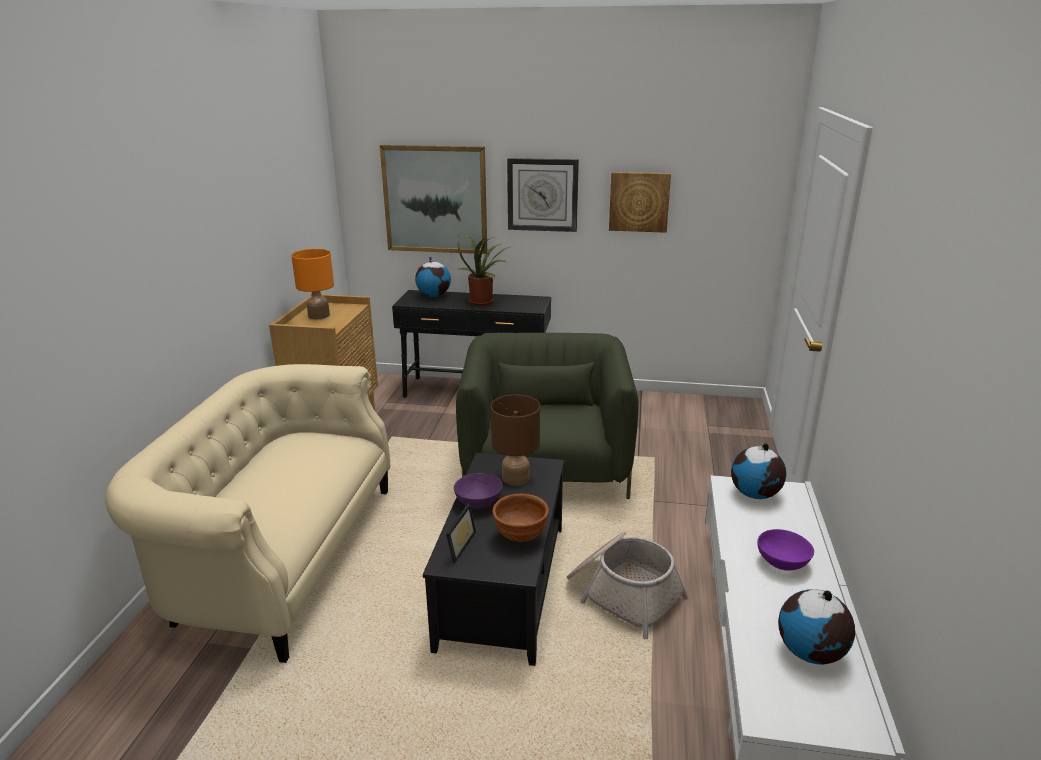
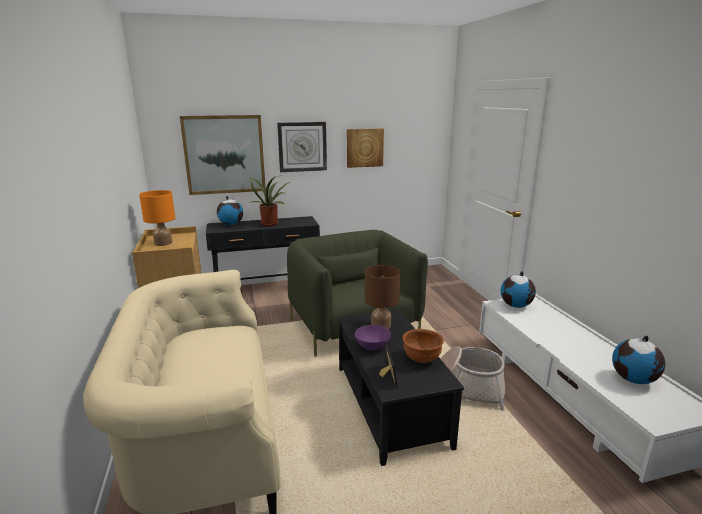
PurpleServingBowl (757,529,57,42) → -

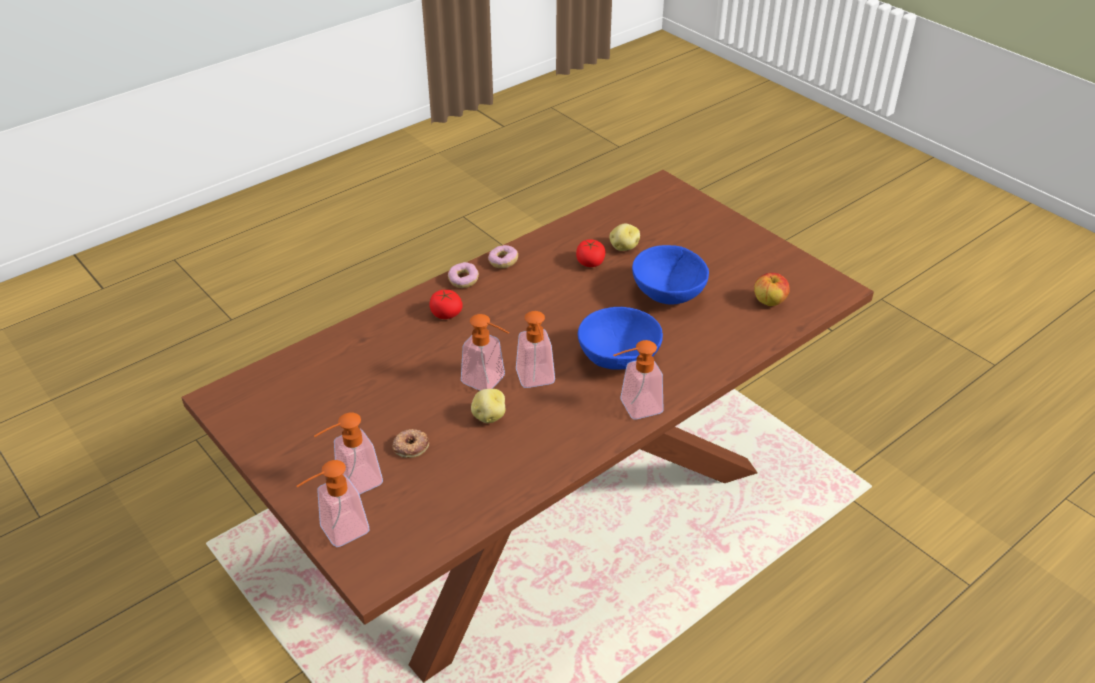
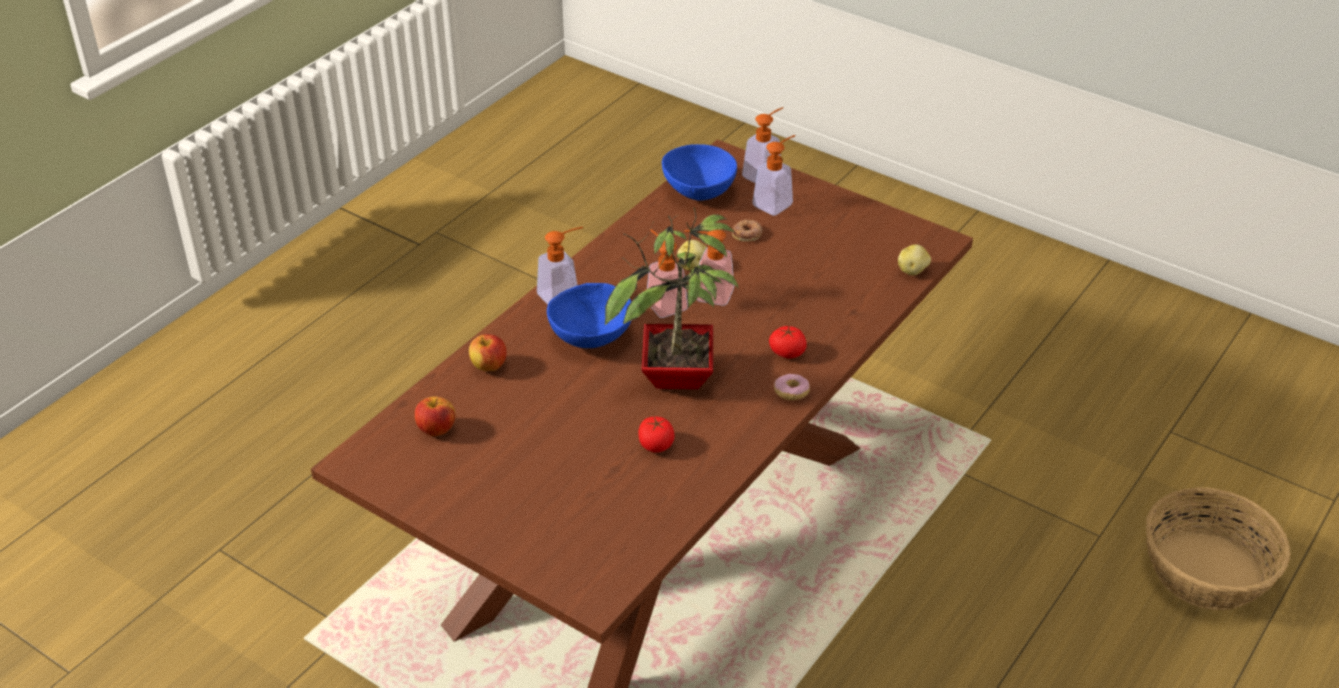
RingDoughnut (488,245,30,23) → -
- → AppleFruit (469,334,37,37)
- → Houseplant (605,207,133,182)
- → HouseholdBasket (1146,487,145,123)
Spud (609,224,31,27) → Spud (898,244,33,32), relocated
BluishServingBowl (632,245,77,59) → BluishServingBowl (662,144,75,57), relocated

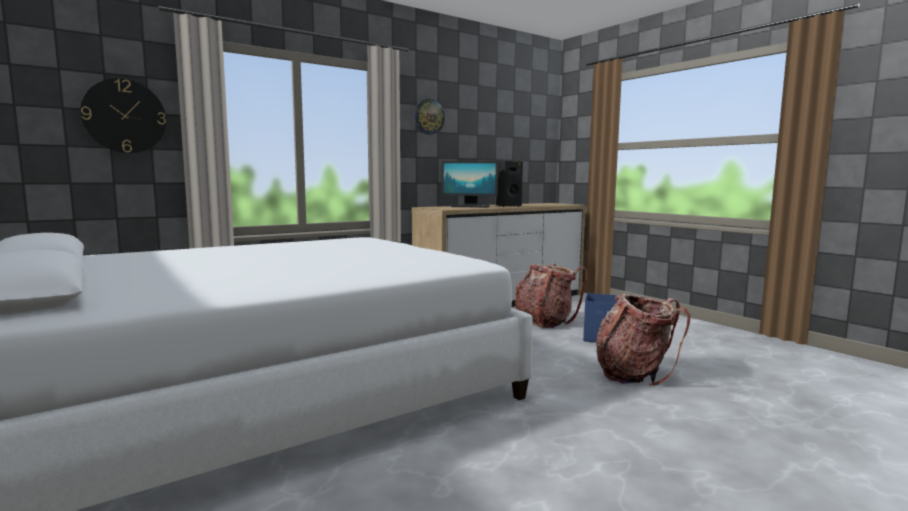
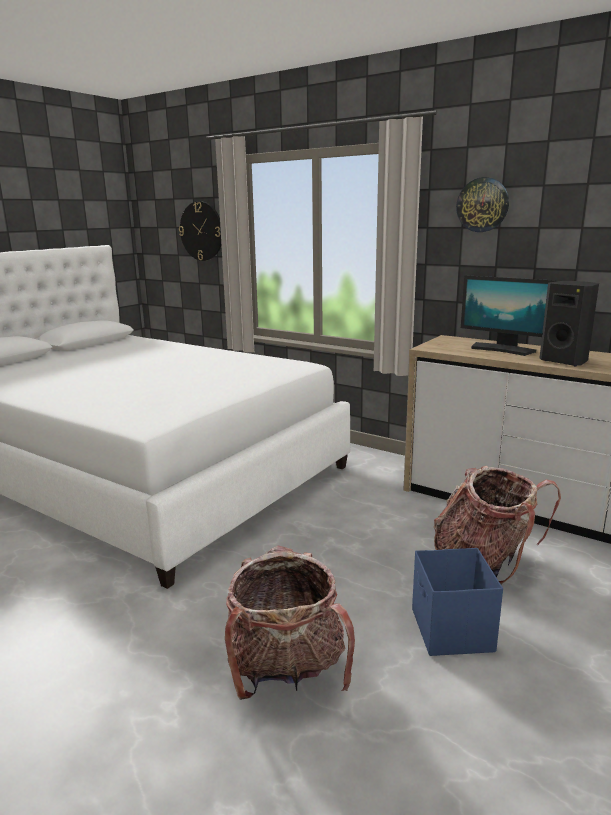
Monitor (441,161,57,47) → Monitor (461,275,96,81), 45 degrees counterclockwise

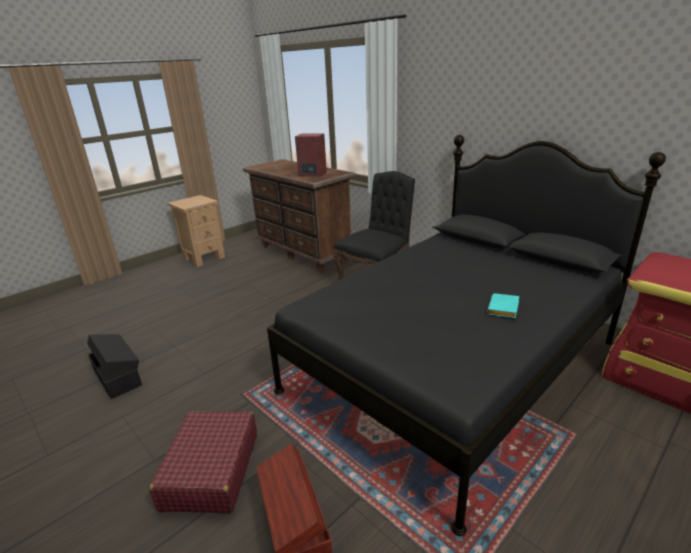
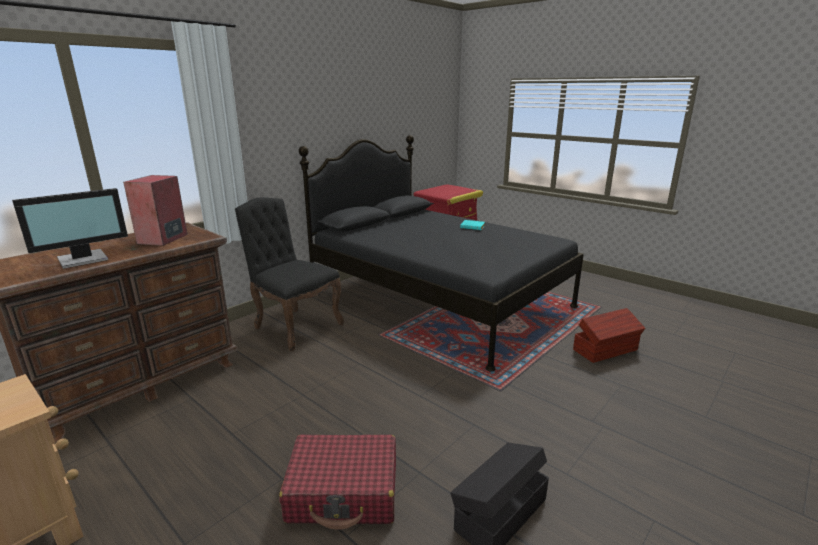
- → Monitor (12,188,116,81)
RedColouredPieceOfLuggage (149,411,108,102) → RedColouredPieceOfLuggage (279,434,117,95), relocated

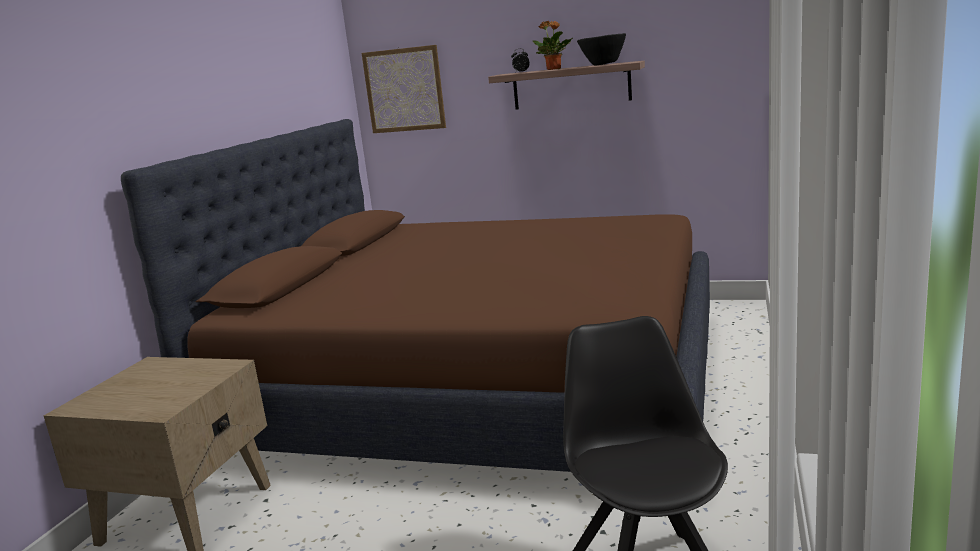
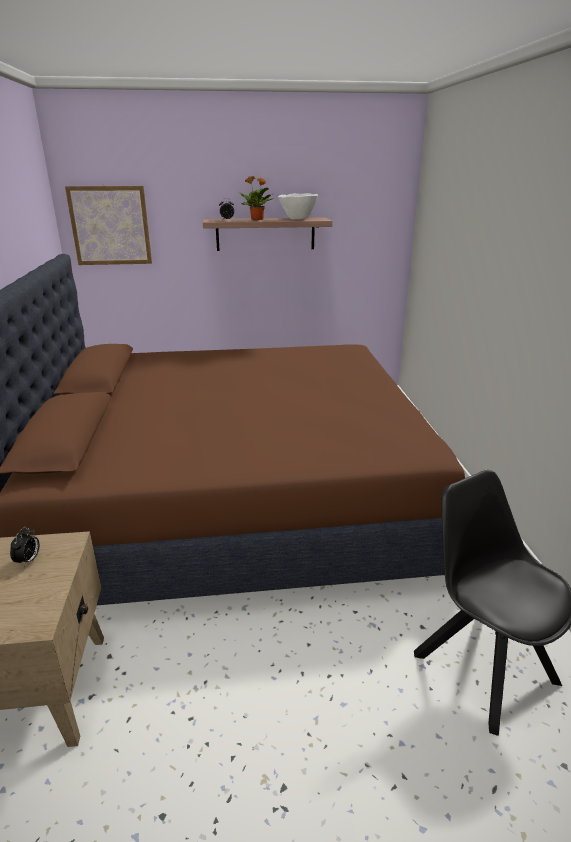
- → BedsideClock (10,527,29,40)
BlackColouredServingBowl (577,33,49,33) → WhitishServingBowl (278,193,40,27)

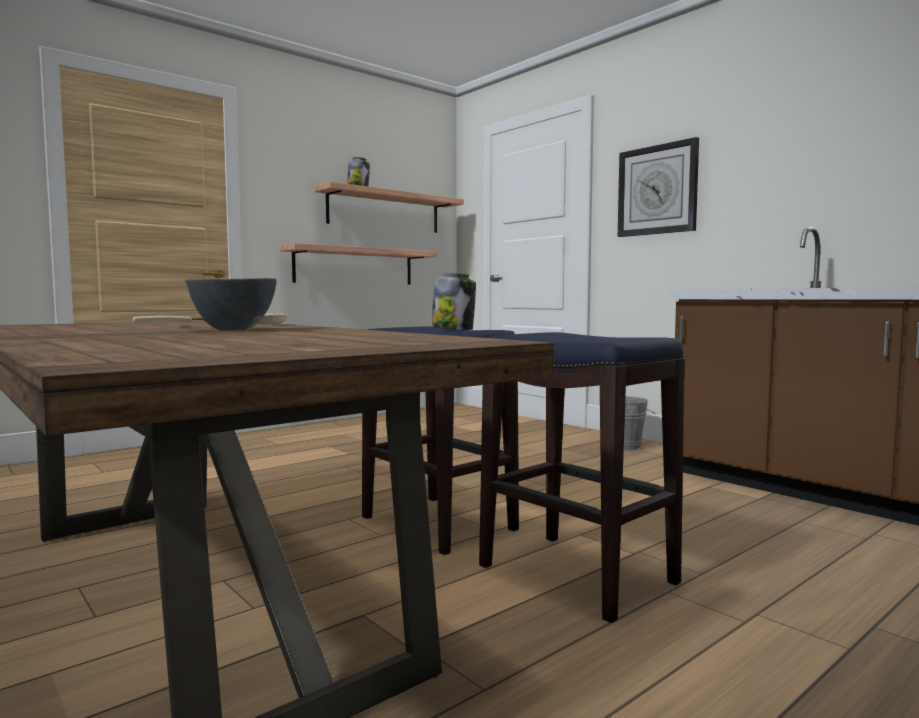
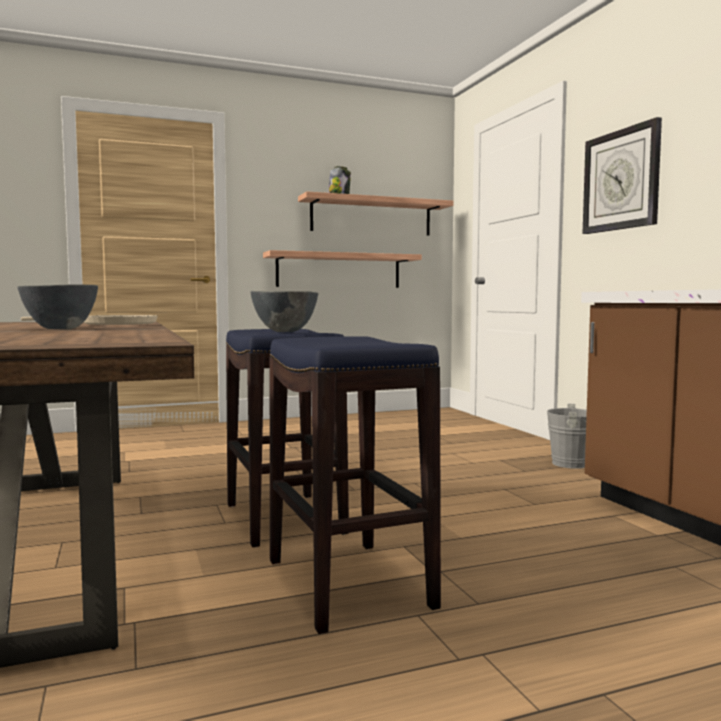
StorageJar (431,273,45,57) → GrayServingBowl (250,291,69,41)

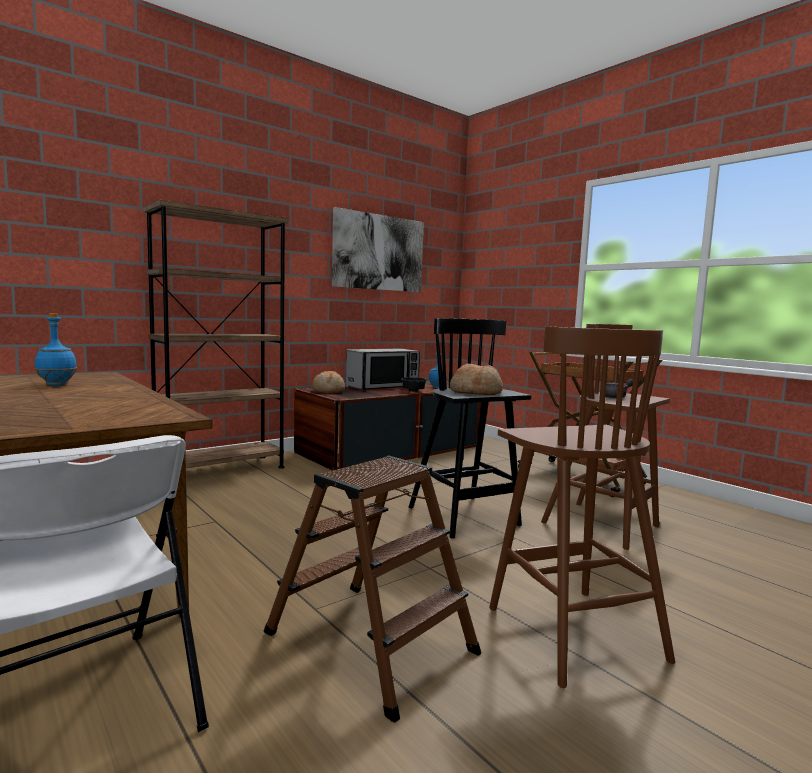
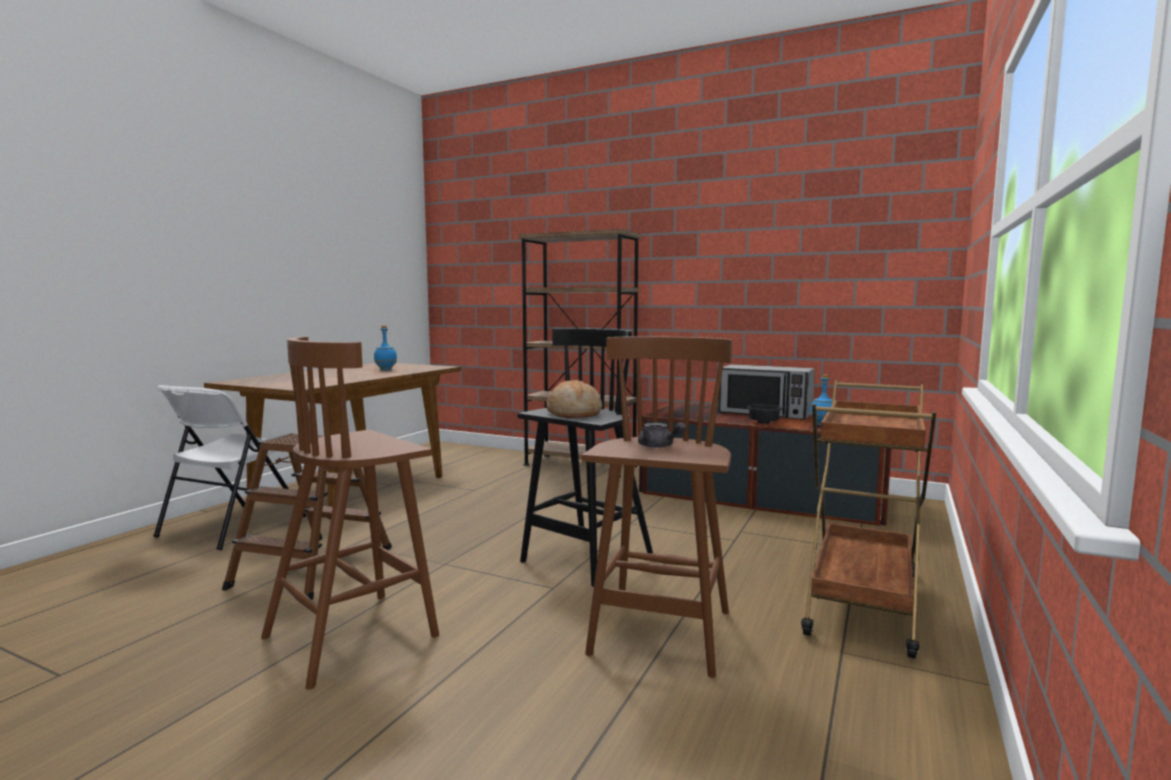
BakeryBread (312,371,33,22) → -
WallPicture (332,207,92,85) → -

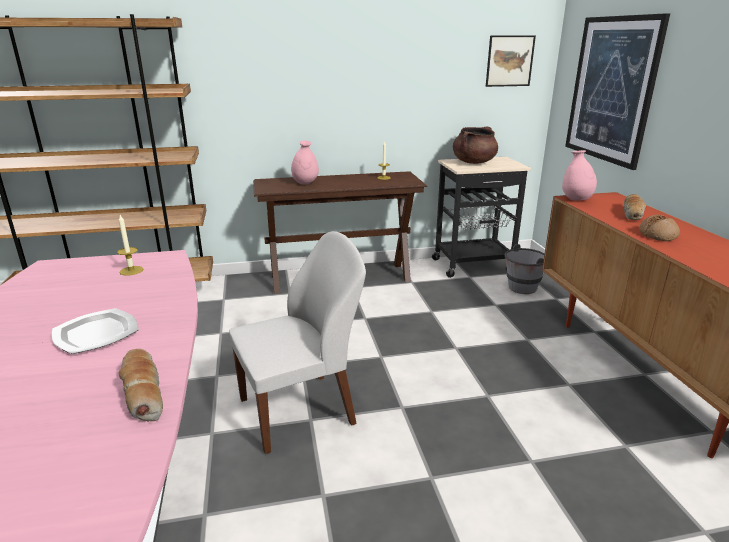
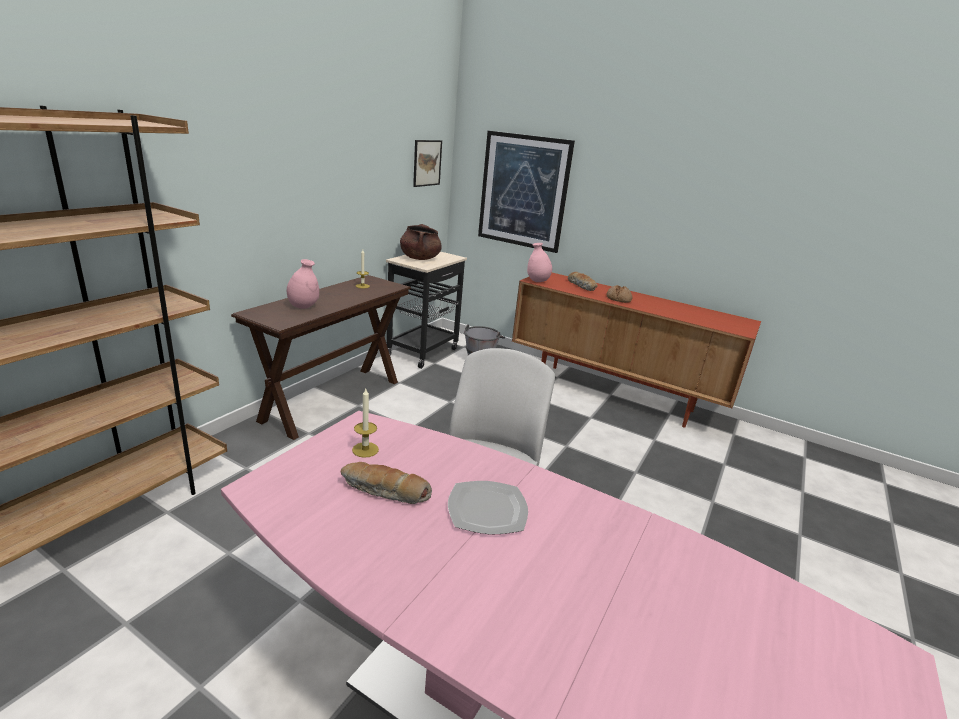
BakeryBread (119,349,44,73) → BakeryBread (341,462,91,42), relocated

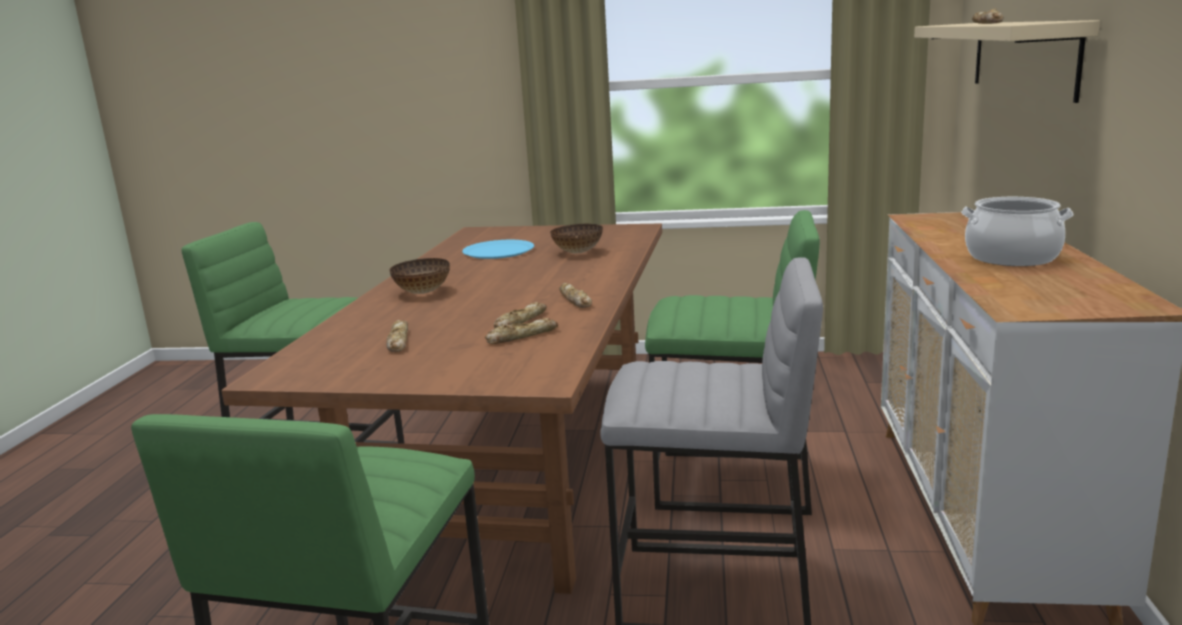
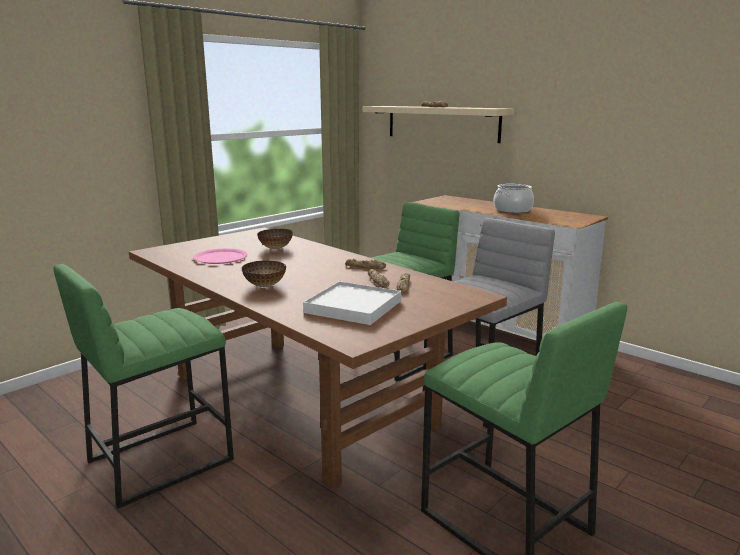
BakeryBread (386,320,22,32) → WhitishServingTray (303,281,98,44)
BluishDinnerPlate (462,240,72,19) → PinkColouredDinnerPlate (193,249,54,15)

